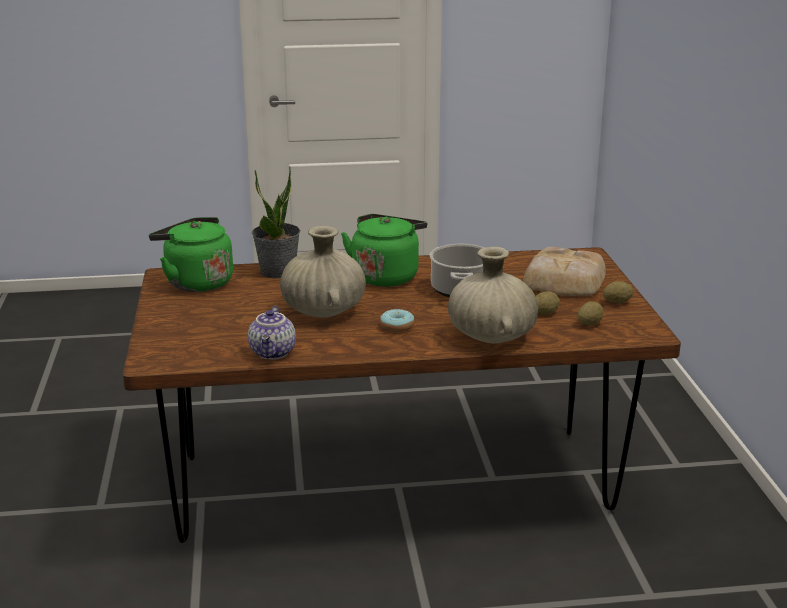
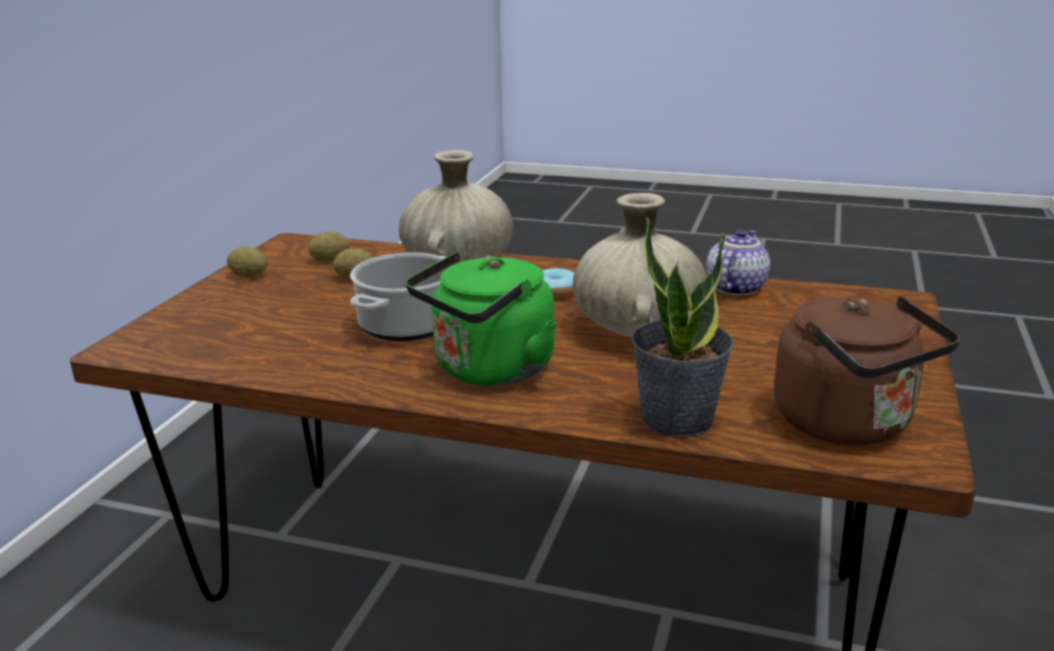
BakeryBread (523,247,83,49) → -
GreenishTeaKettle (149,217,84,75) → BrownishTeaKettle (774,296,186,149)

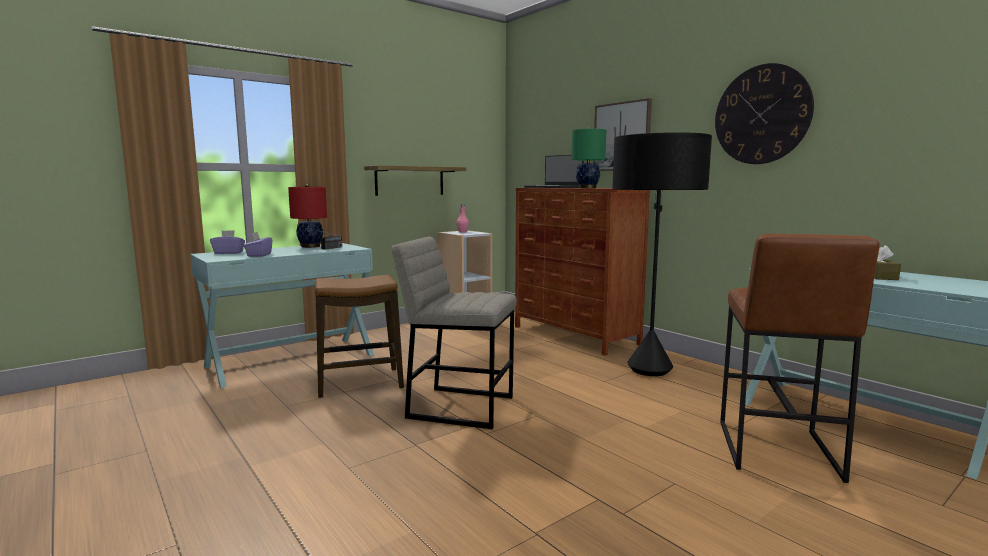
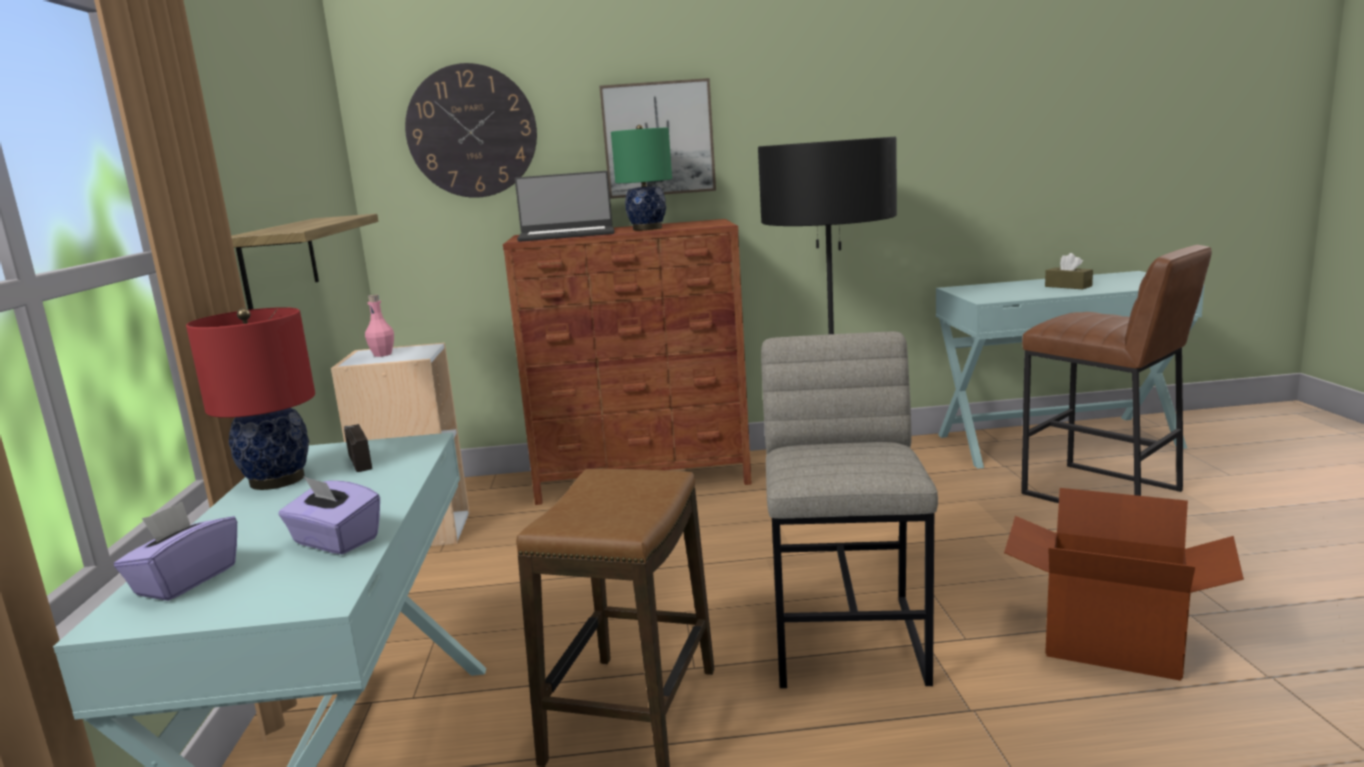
- → CardboardBox (1004,488,240,193)
ClockOnTheWall (715,63,99,101) → ClockOnTheWall (405,63,132,135), relocated
GrayChair (391,236,126,193) → GrayChair (761,332,177,356), 135 degrees clockwise

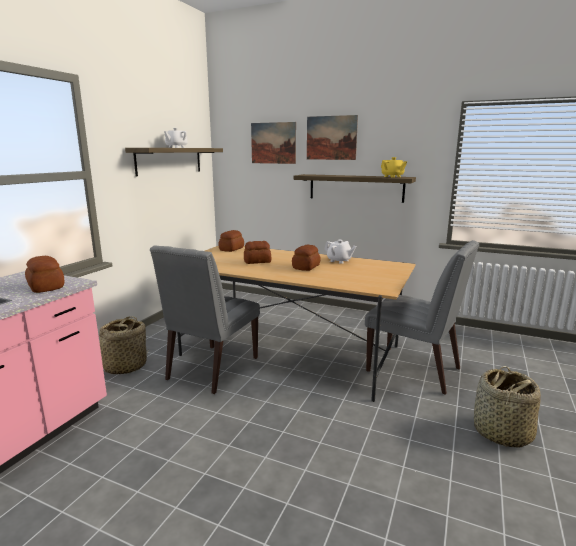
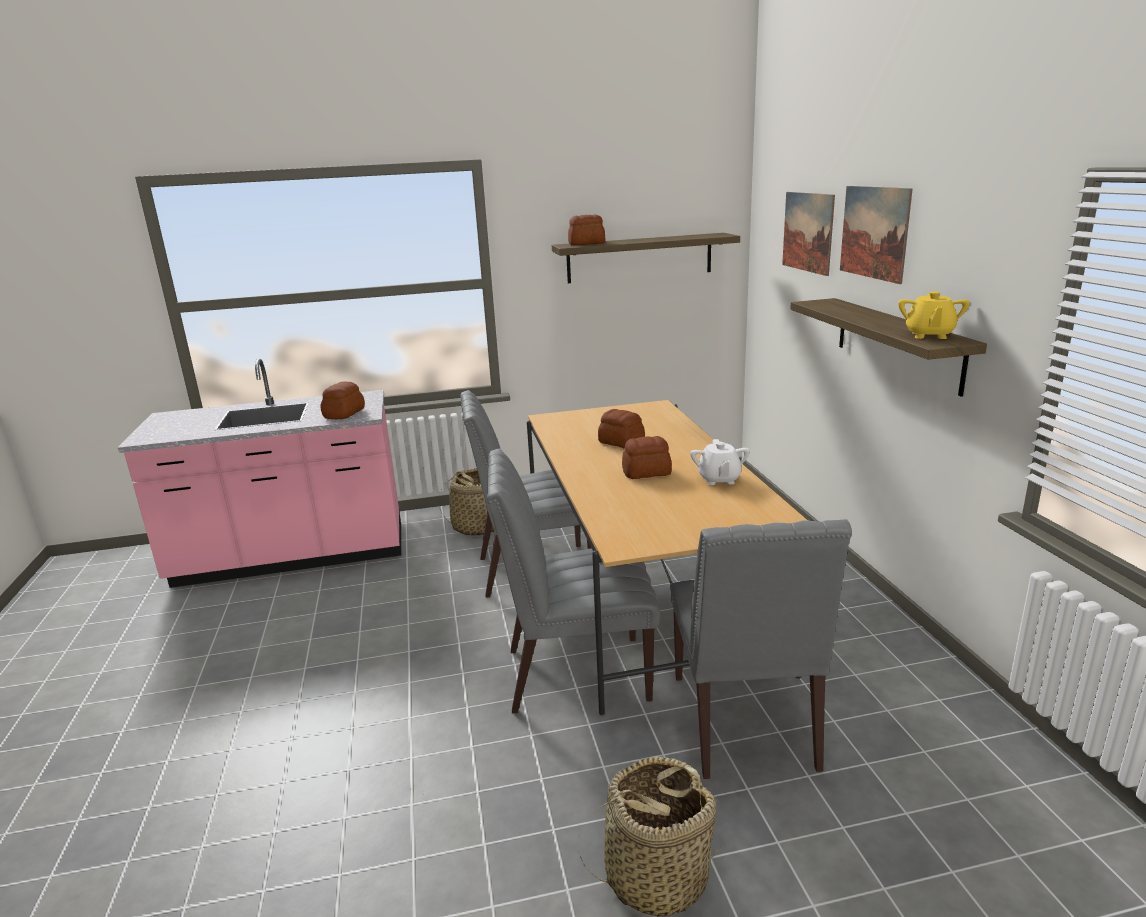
WhitishTeaPot (164,128,24,20) → -
- → GrayChair (487,449,173,265)
BakeryBread (218,230,26,22) → BakeryBread (568,214,37,31), relocated

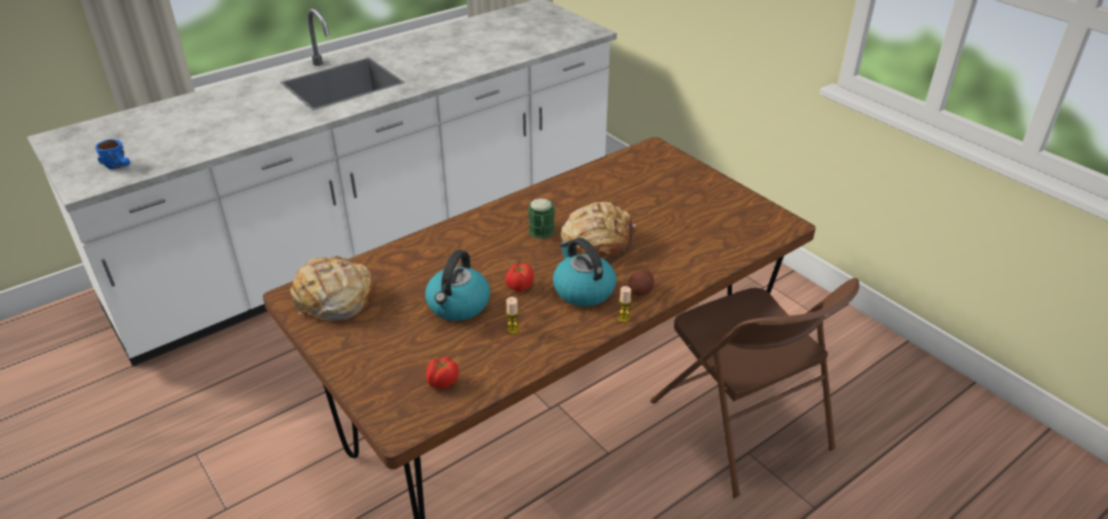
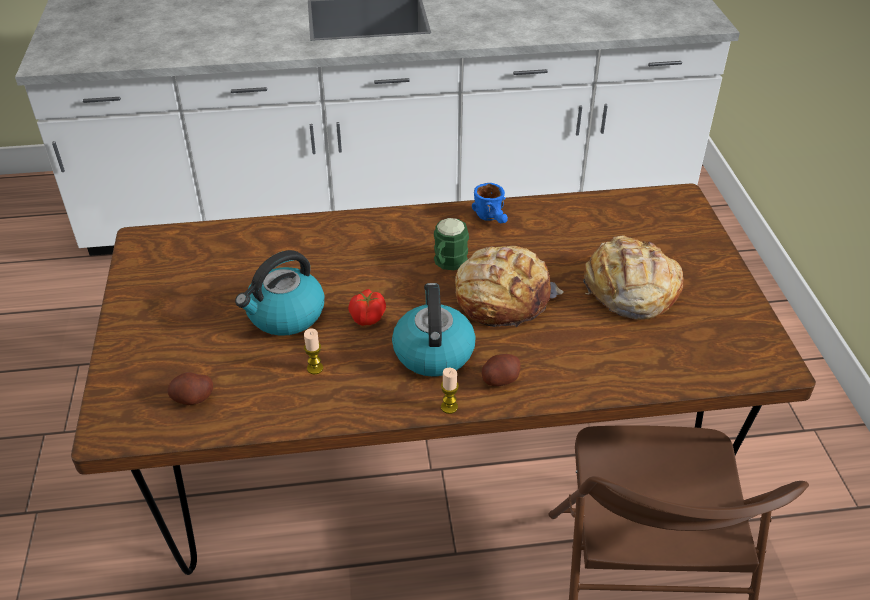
BluishMug (95,139,35,30) → BluishMug (472,183,36,40), relocated
BakeryBread (290,256,85,65) → BakeryBread (583,235,101,85), relocated
WholeTomato (426,357,33,32) → Spud (167,372,46,33)

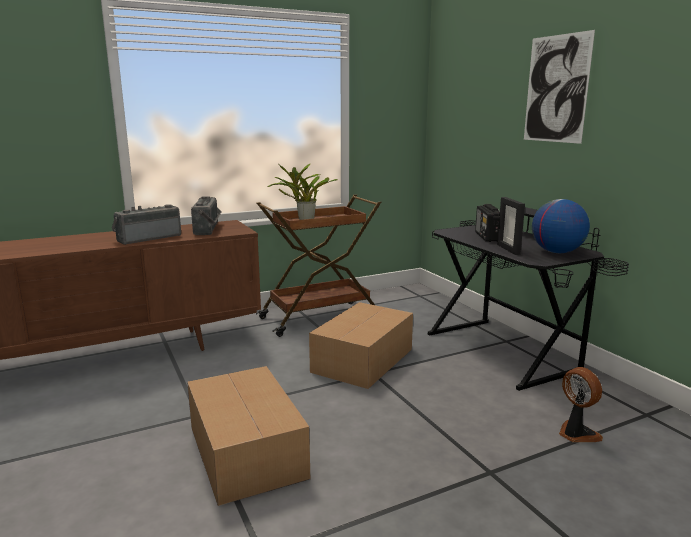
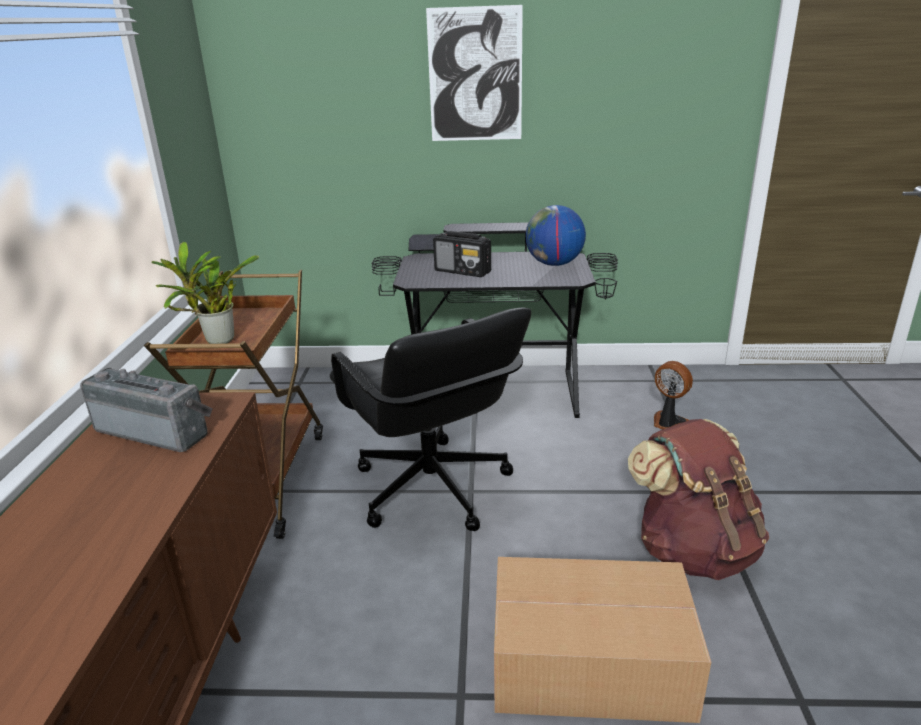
RadioReceiver (112,204,69,41) → -
PictureFrame (497,197,28,58) → -
- → BrownishRucksack (628,419,141,161)
CardboardBox (309,302,104,87) → BlackColouredOfficeChair (330,307,201,224)
ElectricFan (559,367,44,75) → ElectricFan (654,361,39,69), 45 degrees clockwise

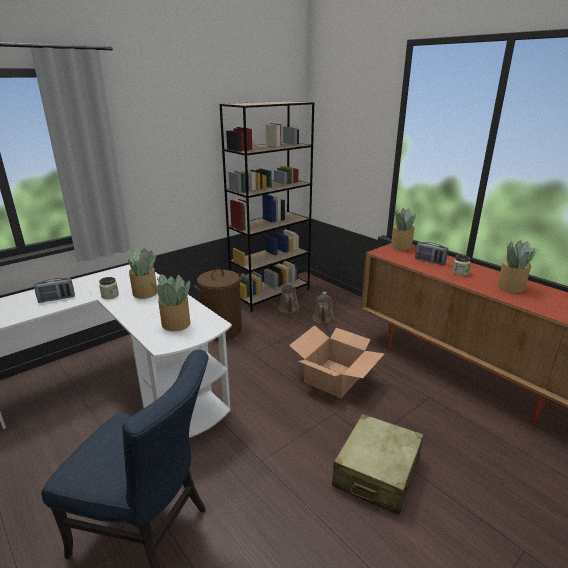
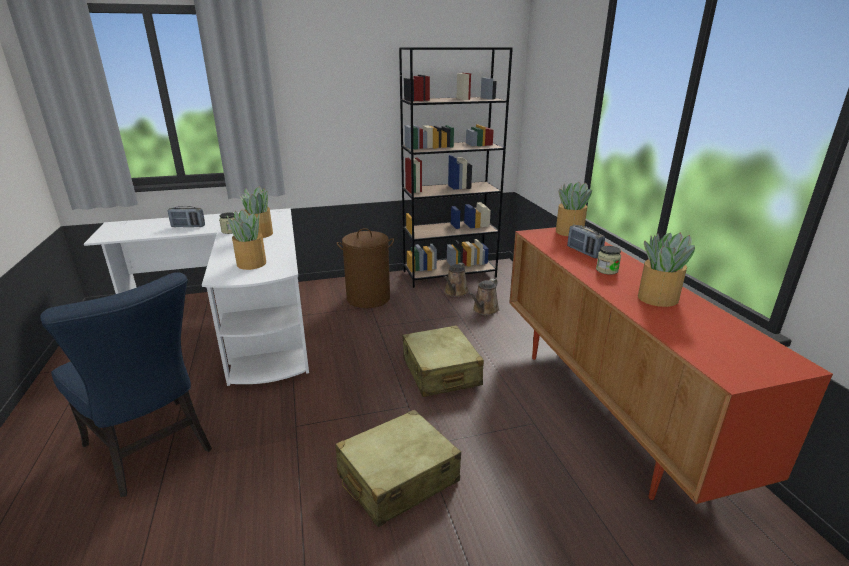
CardboardBox (289,325,95,73) → BeigePieceOfLuggage (403,325,81,72)

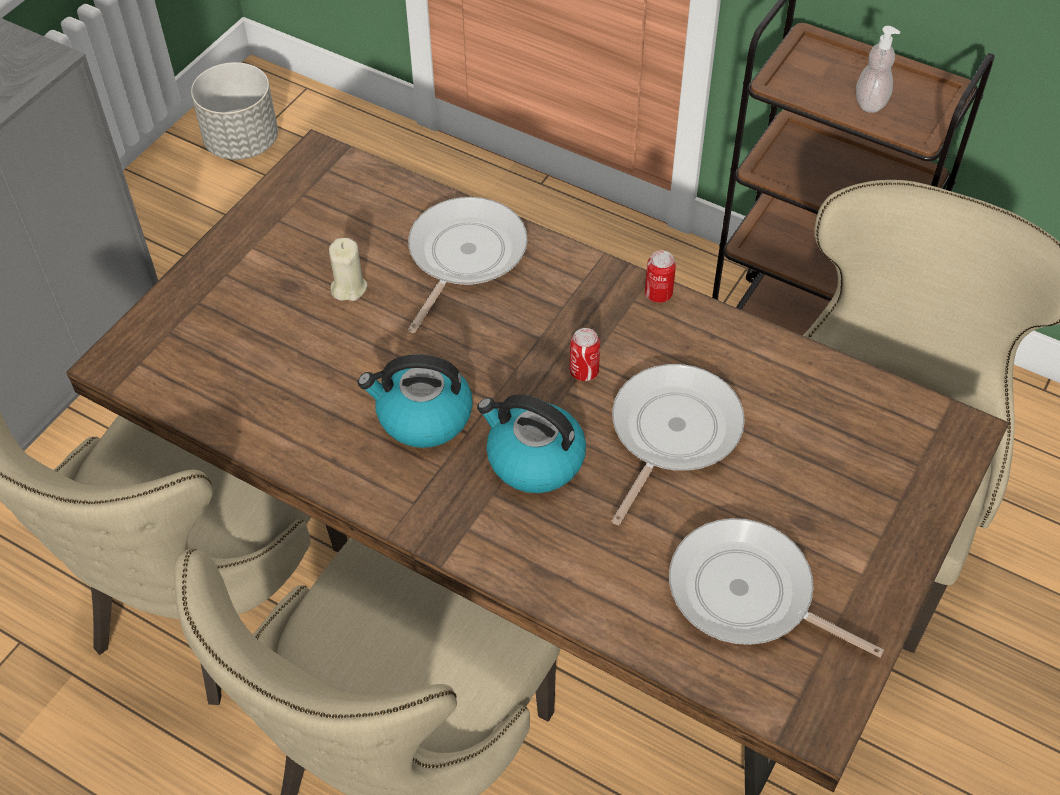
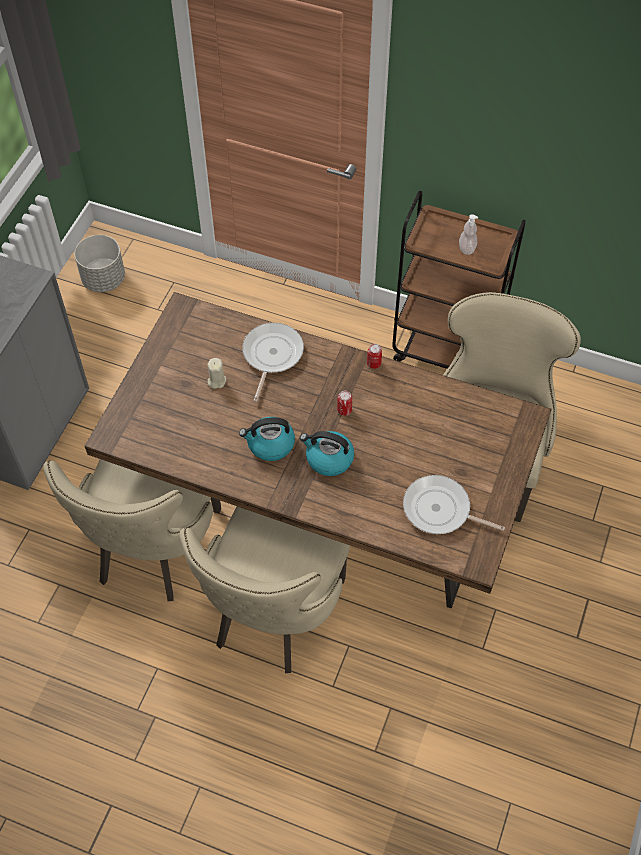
Pan (612,364,133,161) → -

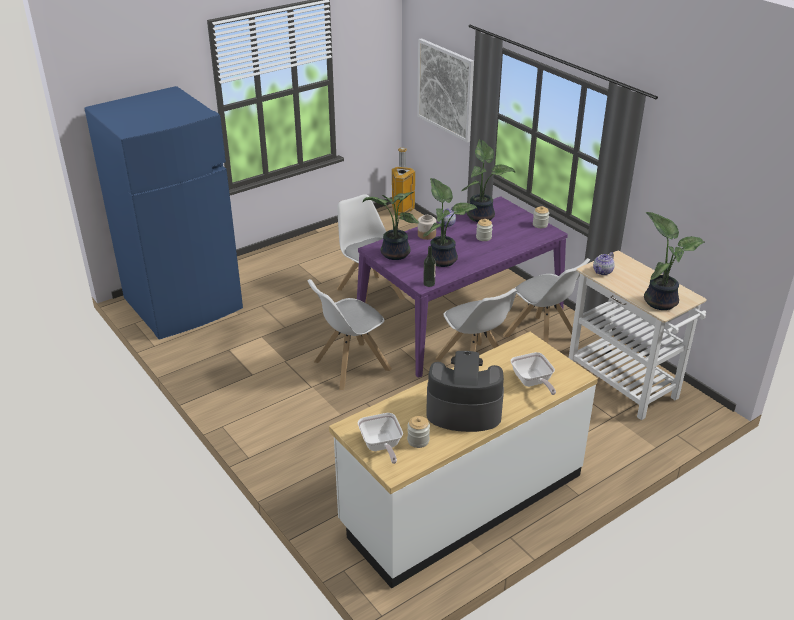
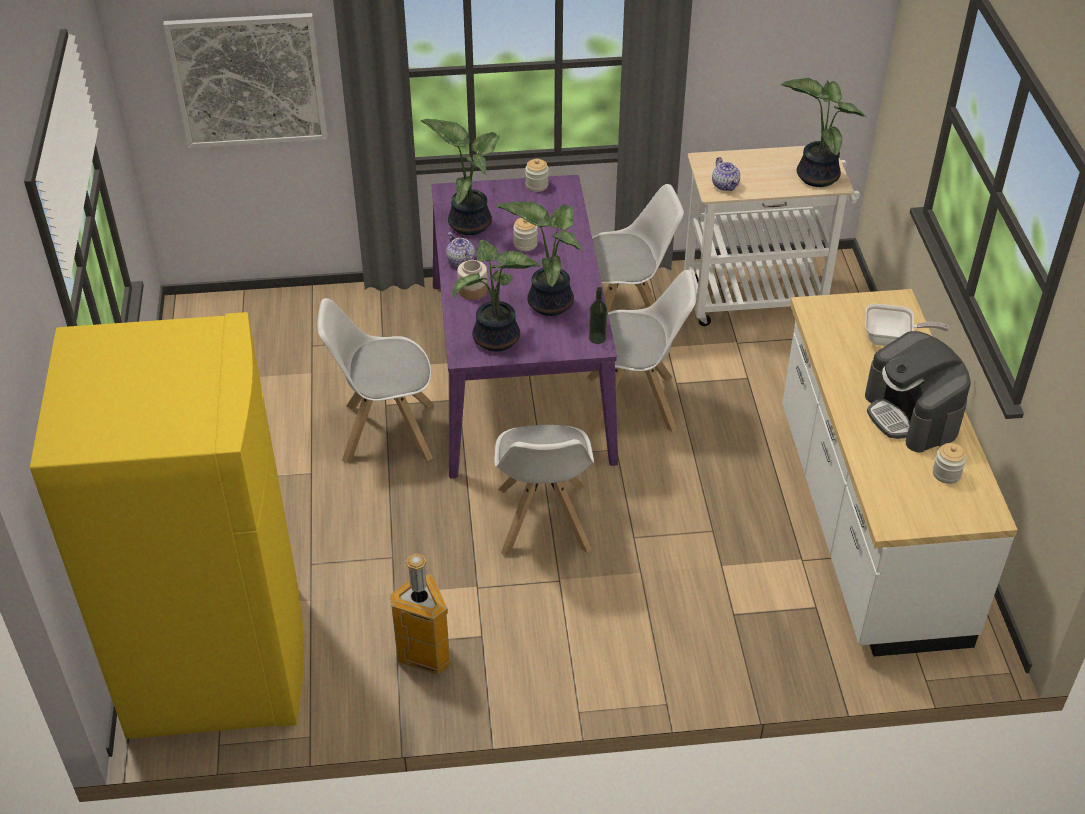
Pan (357,413,46,51) → -
TrashCan (392,148,23,68) → TrashCan (390,553,62,122), relocated
BluishFridge (85,86,158,253) → YellowFridge (30,312,274,427)
CoffeeMachine (426,351,78,81) → CoffeeMachine (865,331,106,121), 60 degrees counterclockwise

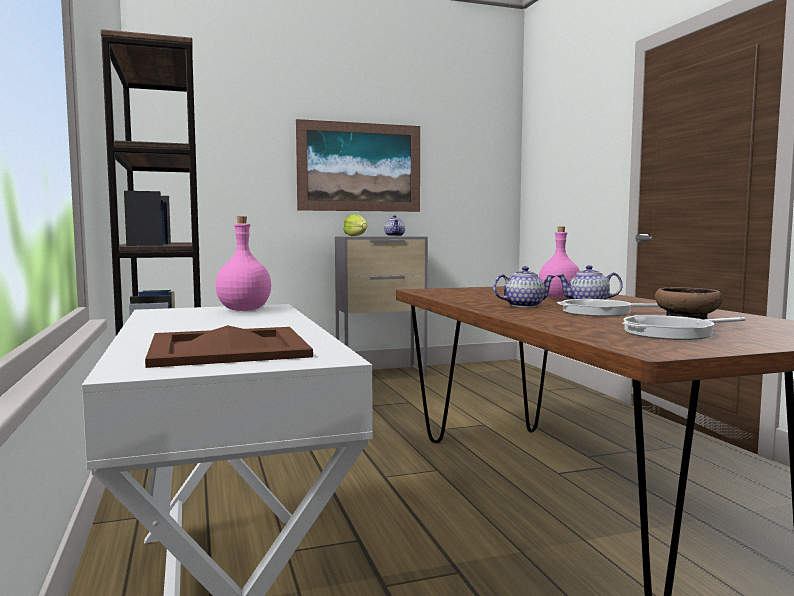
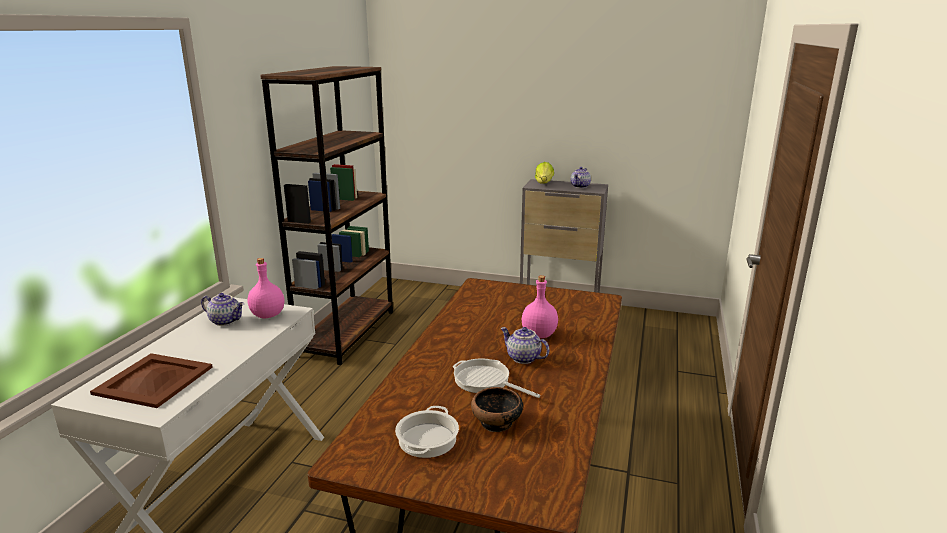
WallPicture (296,119,124,93) → -
TeaPot (493,266,62,42) → TeaPot (201,293,43,33), relocated
Pan (622,315,124,25) → CookingPot (395,406,64,52)

